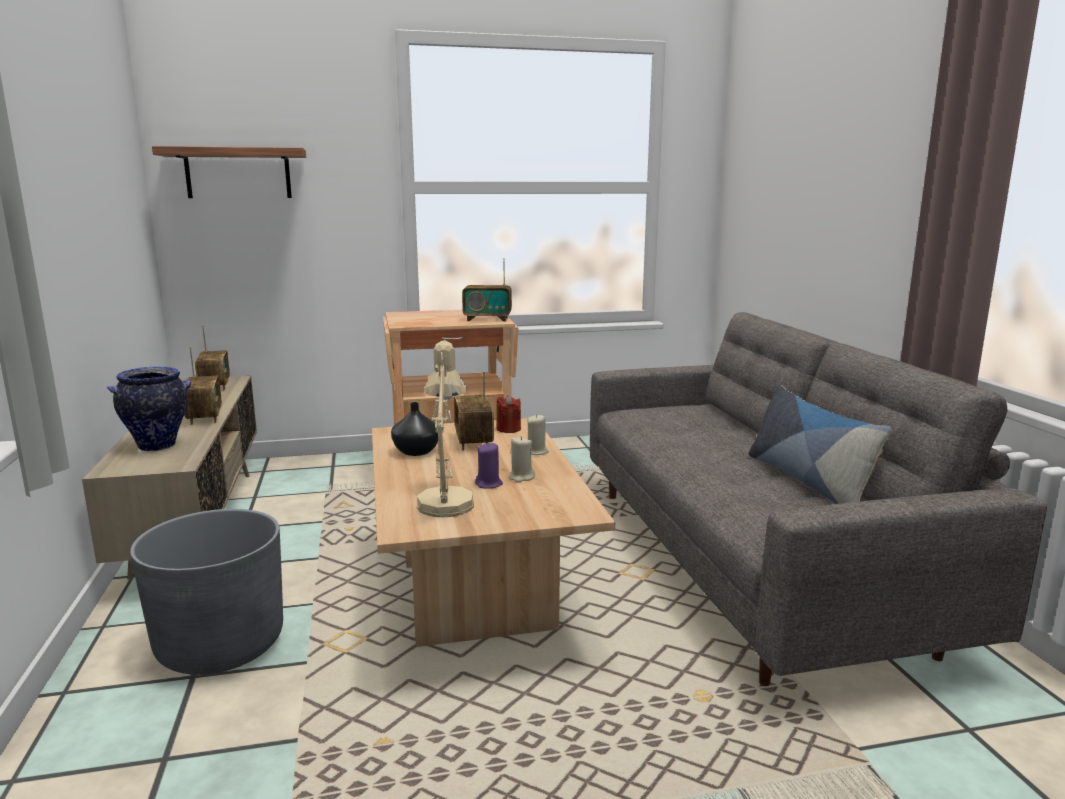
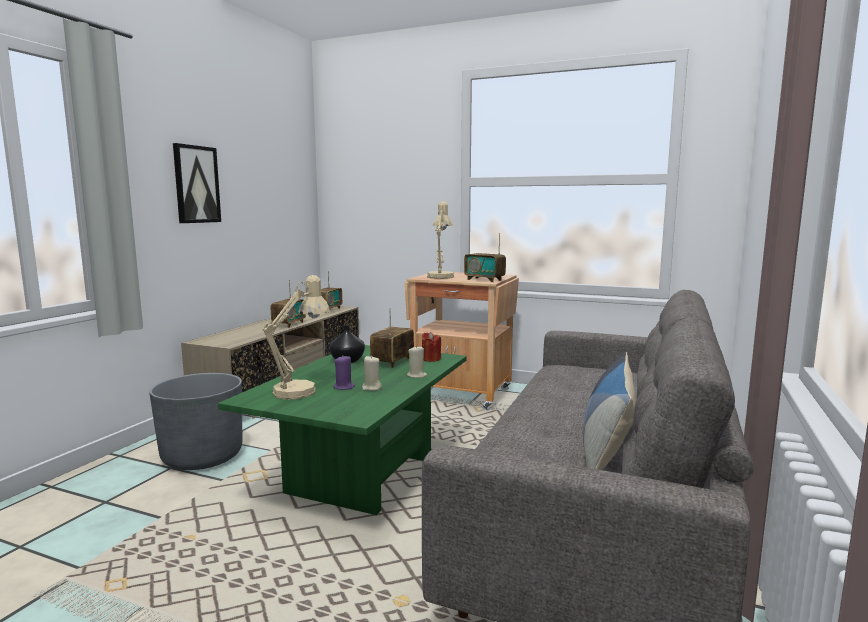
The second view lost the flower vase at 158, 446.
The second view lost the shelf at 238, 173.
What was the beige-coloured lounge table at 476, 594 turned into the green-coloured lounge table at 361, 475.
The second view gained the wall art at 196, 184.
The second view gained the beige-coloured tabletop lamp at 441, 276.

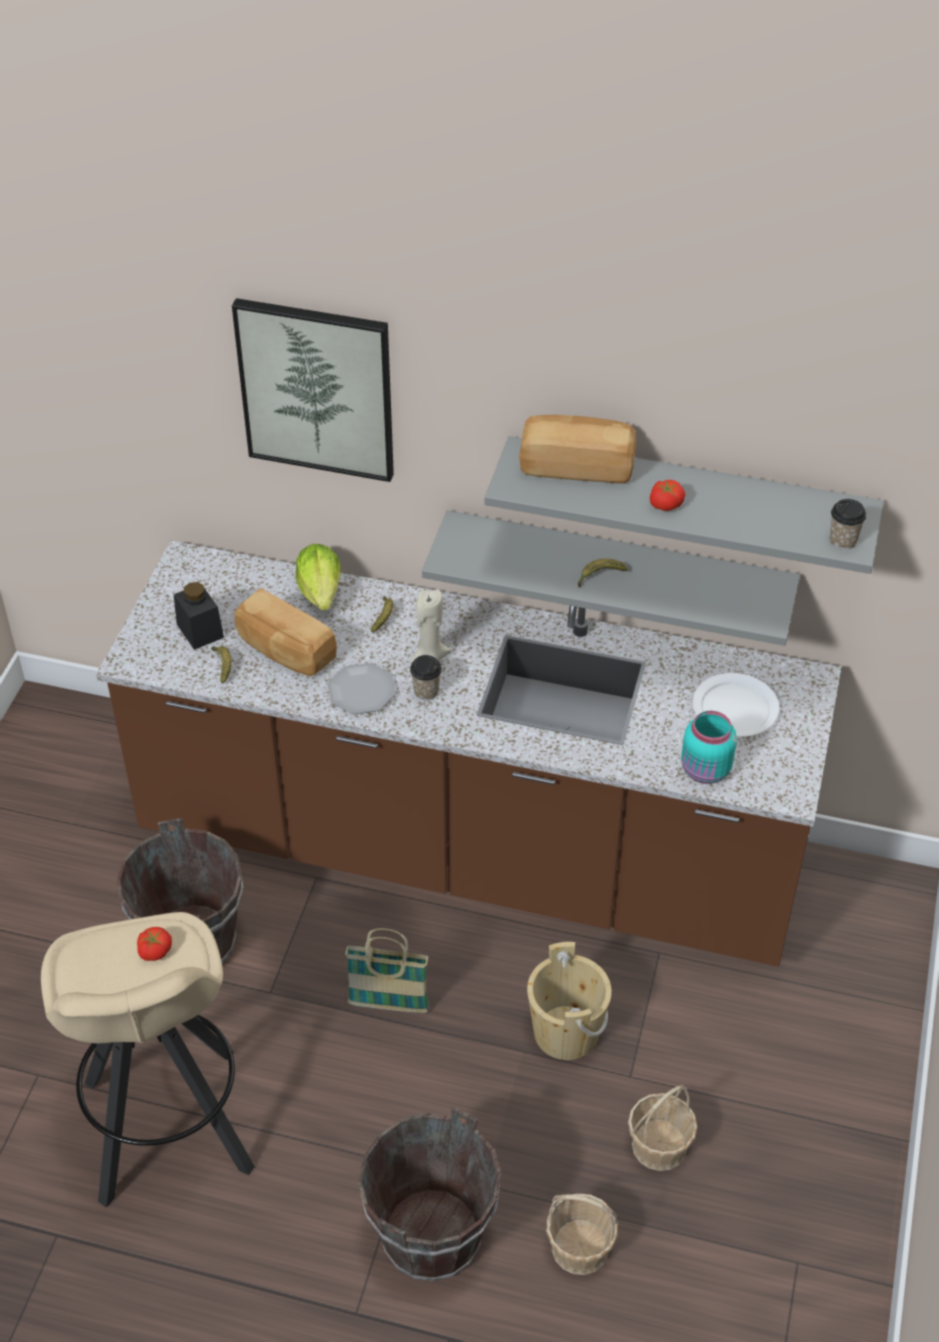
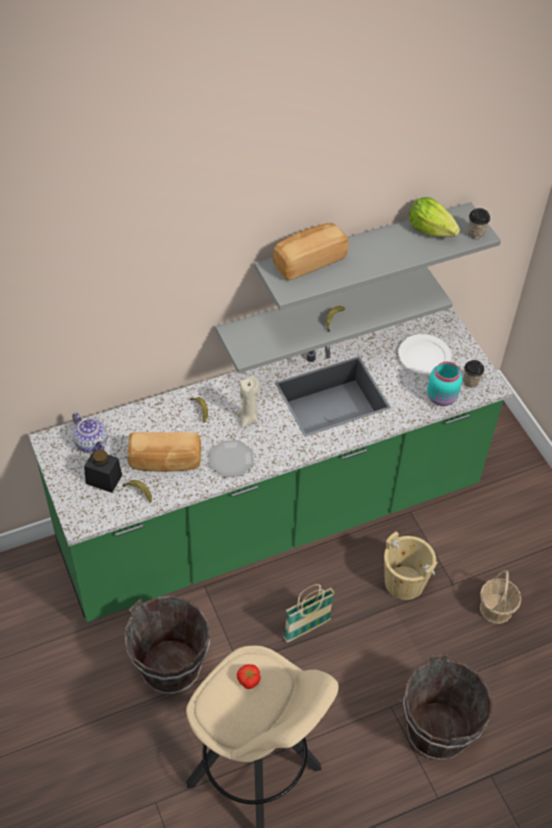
What was the brownish counter at 469, 852 turned into the green-coloured counter at 271, 519.
The second view lost the wall art at 317, 388.
The lettuce ended up elsewhere, having gone from 320, 592 to 430, 230.
The small cup ended up elsewhere, having gone from 426, 691 to 470, 382.
The second view lost the household basket at 580, 1248.
The second view lost the tomato at 665, 503.
The second view gained the tea pot at 91, 442.

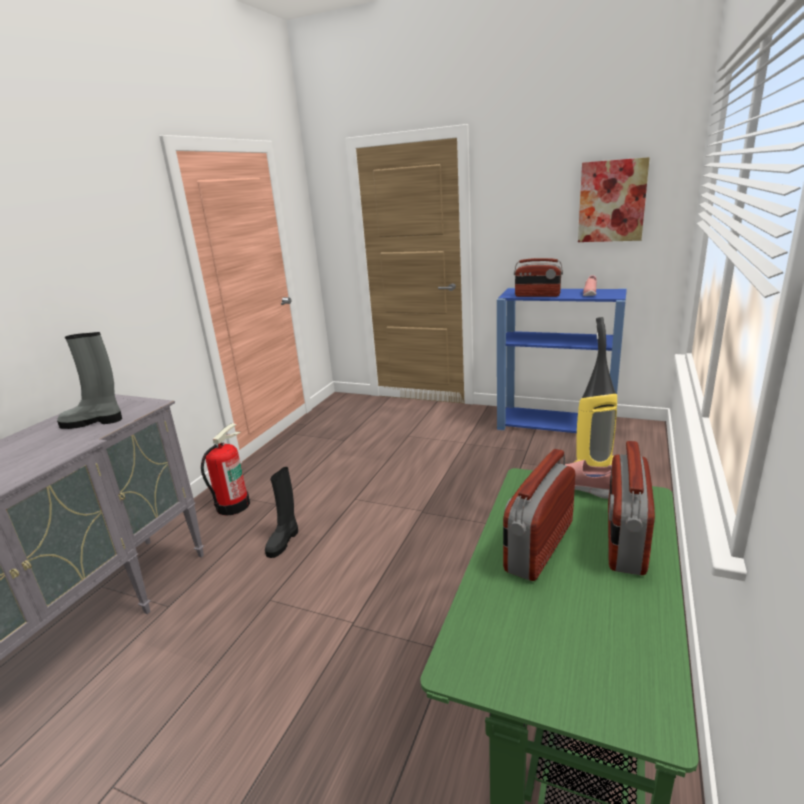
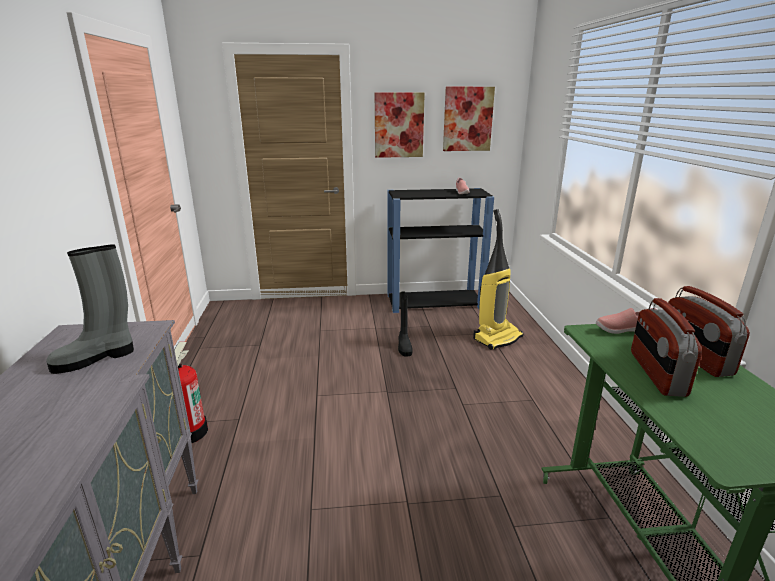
The black tall boot ended up elsewhere, having gone from 283, 541 to 404, 347.
What was the bluish bookshelf at 556, 424 turned into the black bookshelf at 435, 301.
The second view lost the radio receiver at 537, 295.
The second view gained the wall art at 399, 125.

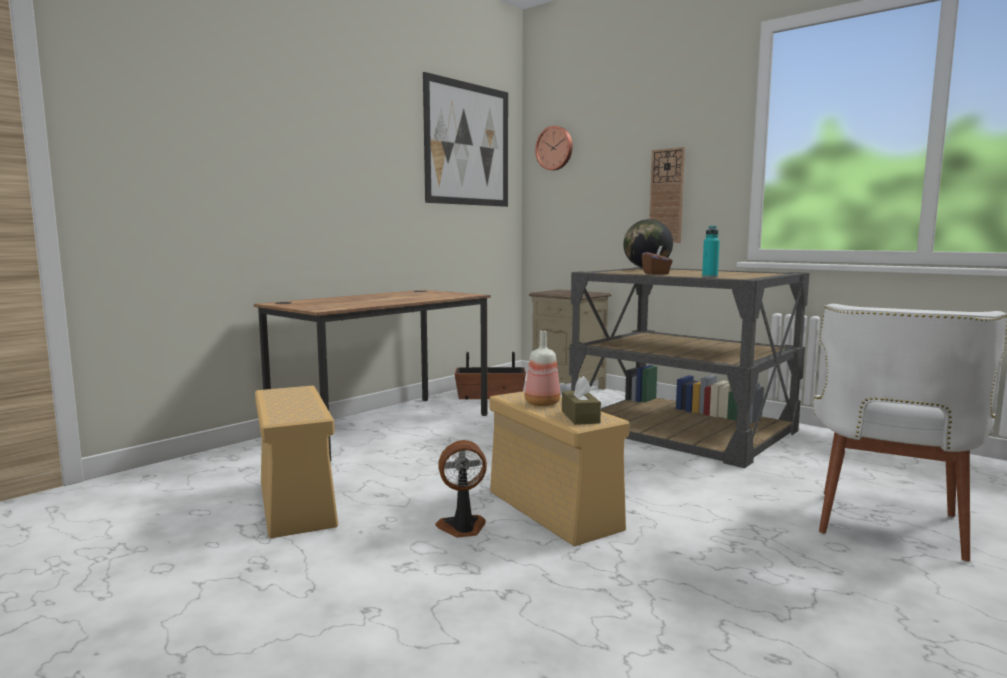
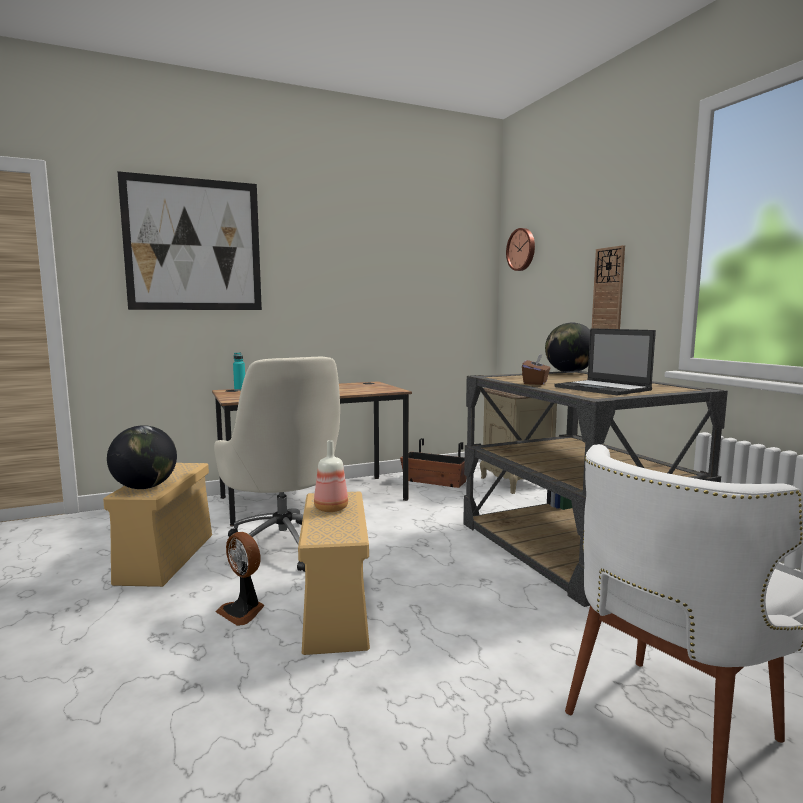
The wall art ended up elsewhere, having gone from 468, 144 to 194, 245.
The electric fan at 462, 528 ended up facing another way, 150 degrees counterclockwise from before.
The second view lost the brownish tissue box at 580, 417.
The turquoise-coloured drink bottle ended up elsewhere, having gone from 709, 277 to 240, 390.
The second view gained the globe at 145, 487.
The second view gained the beige-coloured desk chair at 283, 547.
The second view gained the laptop at 603, 388.

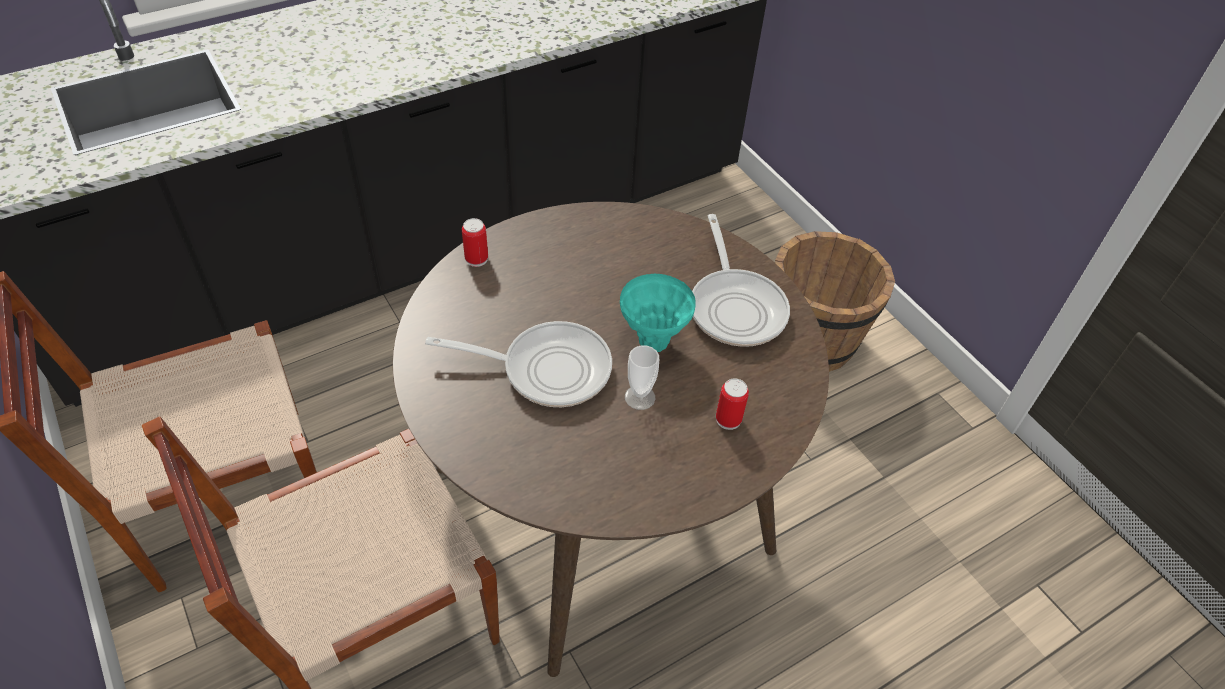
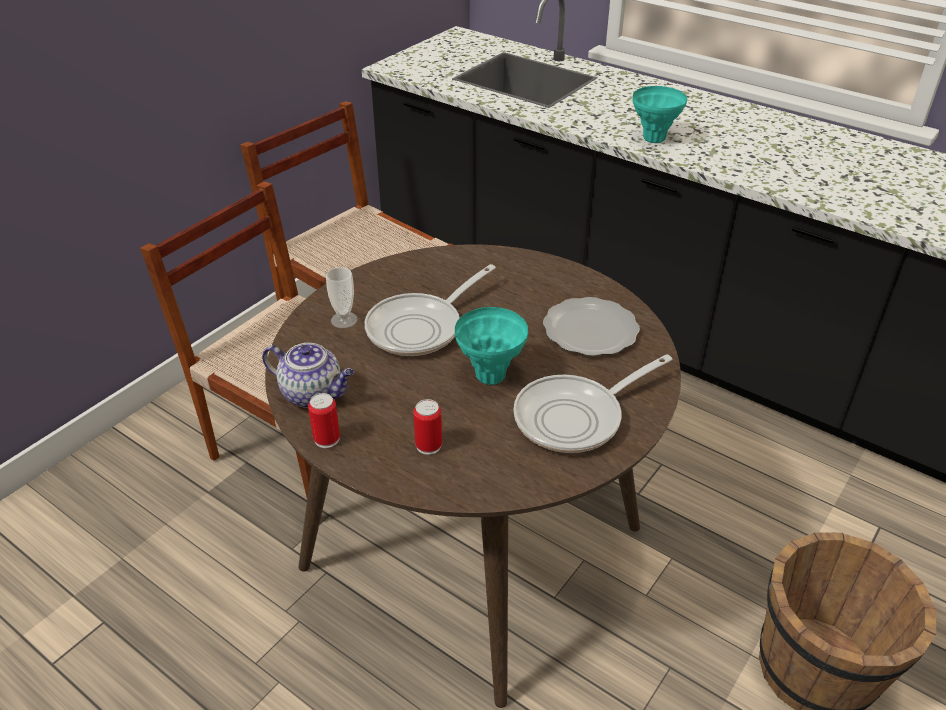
The frying pan at 547, 369 ended up facing another way, 60 degrees clockwise from before.
The sealed can ended up elsewhere, having gone from 476, 259 to 327, 439.
The small cup ended up elsewhere, having gone from 640, 397 to 344, 320.
The second view gained the tea pot at 313, 394.
The second view gained the flat dish at 590, 331.
The second view gained the turquoise-coloured flower vase at 653, 139.

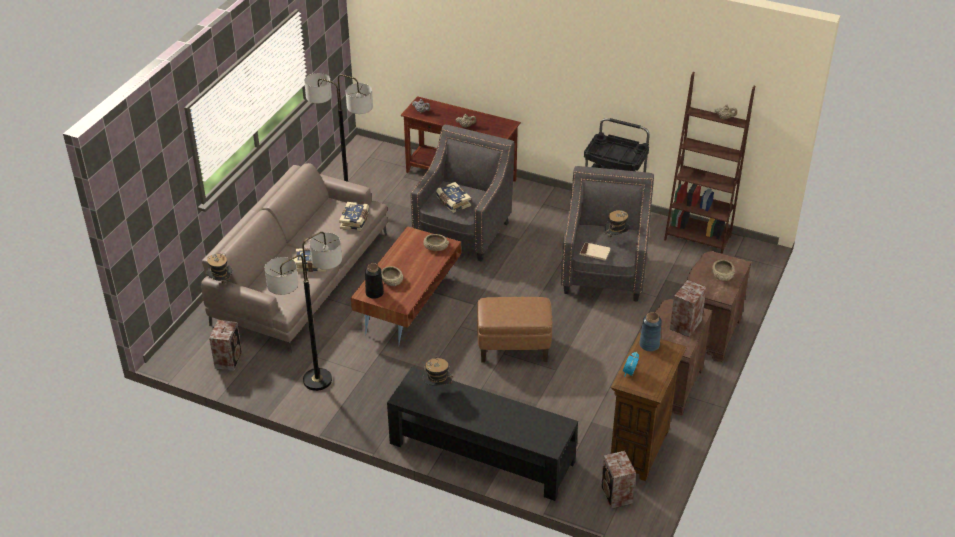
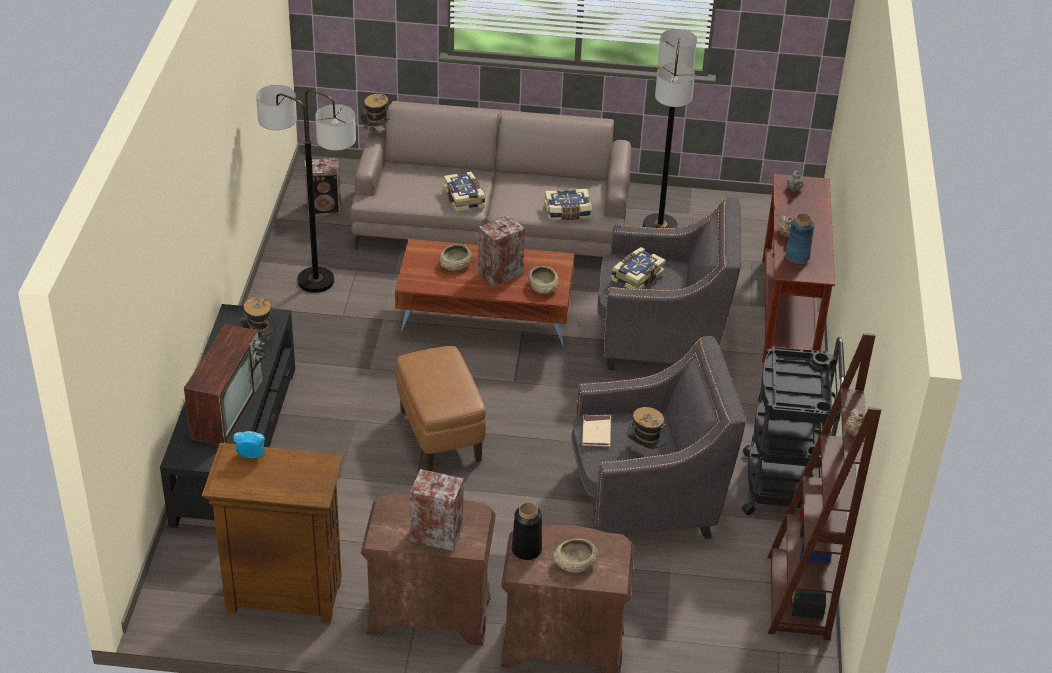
The black flower vase ended up elsewhere, having gone from 374, 293 to 526, 549.
The loudspeaker ended up elsewhere, having gone from 616, 496 to 499, 273.
The bluish flower vase ended up elsewhere, having gone from 649, 345 to 797, 257.
The second view gained the television at 227, 407.

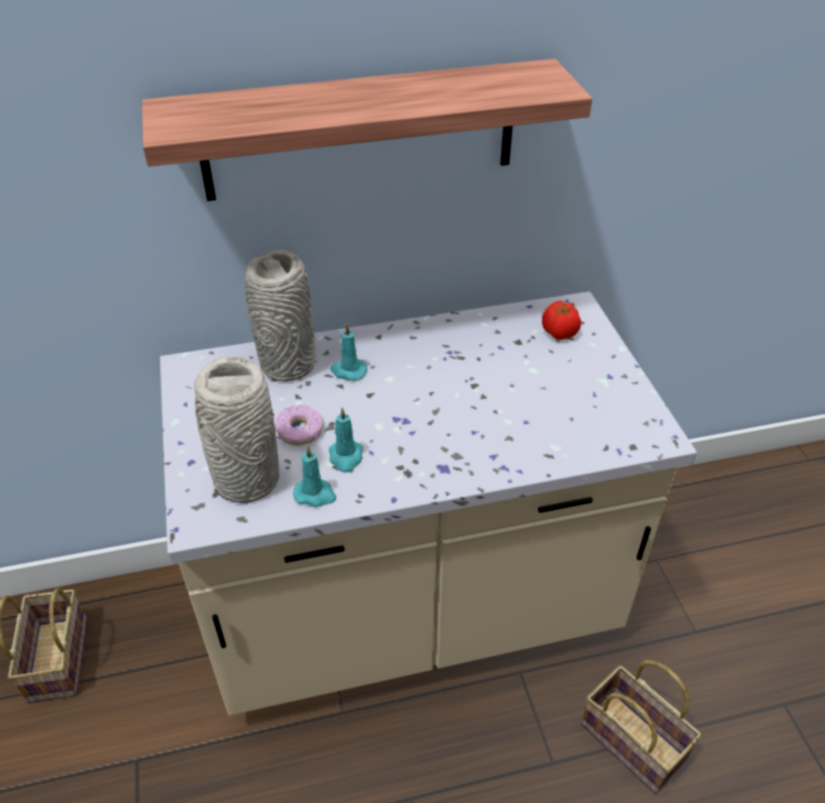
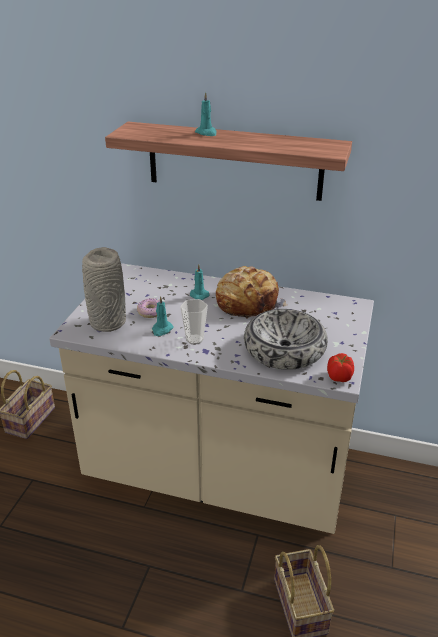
The second view lost the grey flower vase at 288, 363.
The turquoise-coloured candle ended up elsewhere, having gone from 315, 494 to 206, 133.
The tomato ended up elsewhere, having gone from 559, 333 to 339, 377.
The second view gained the small cup at 194, 339.
The second view gained the bakery bread at 247, 302.
The second view gained the serving bowl at 284, 349.

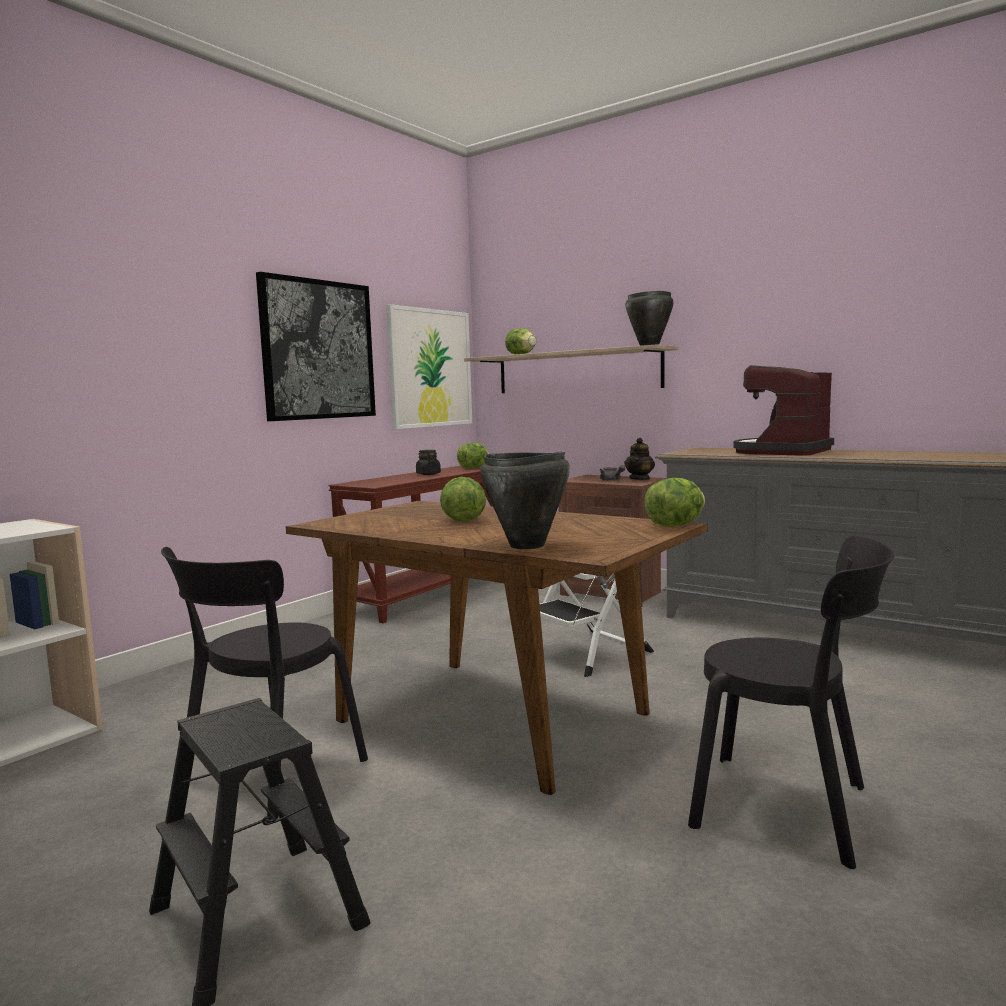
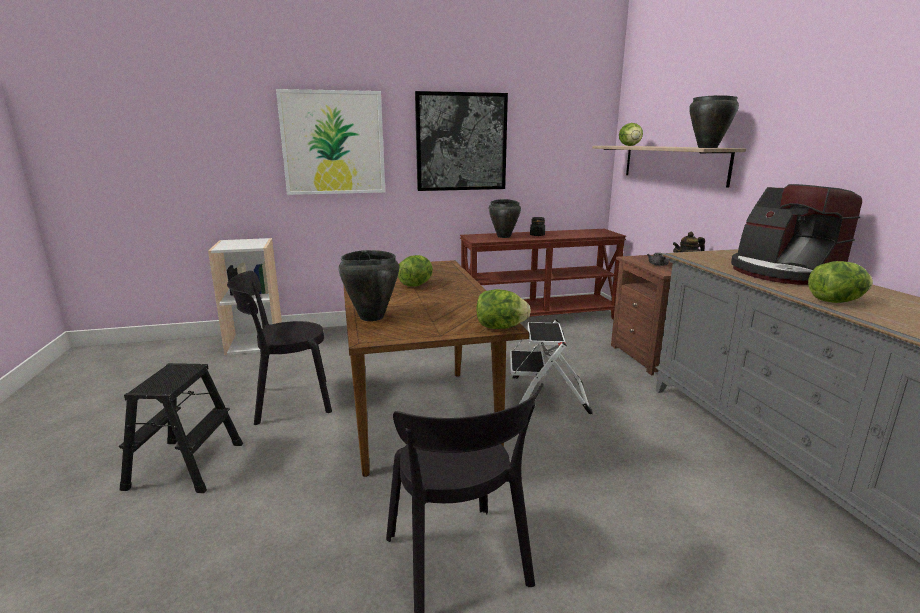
The wall art ended up elsewhere, having gone from 430, 368 to 333, 143.
The lettuce ended up elsewhere, having gone from 473, 468 to 835, 301.
The coffee maker at 782, 452 ended up facing another way, 105 degrees counterclockwise from before.
The second view gained the black cooking pot at 504, 236.

